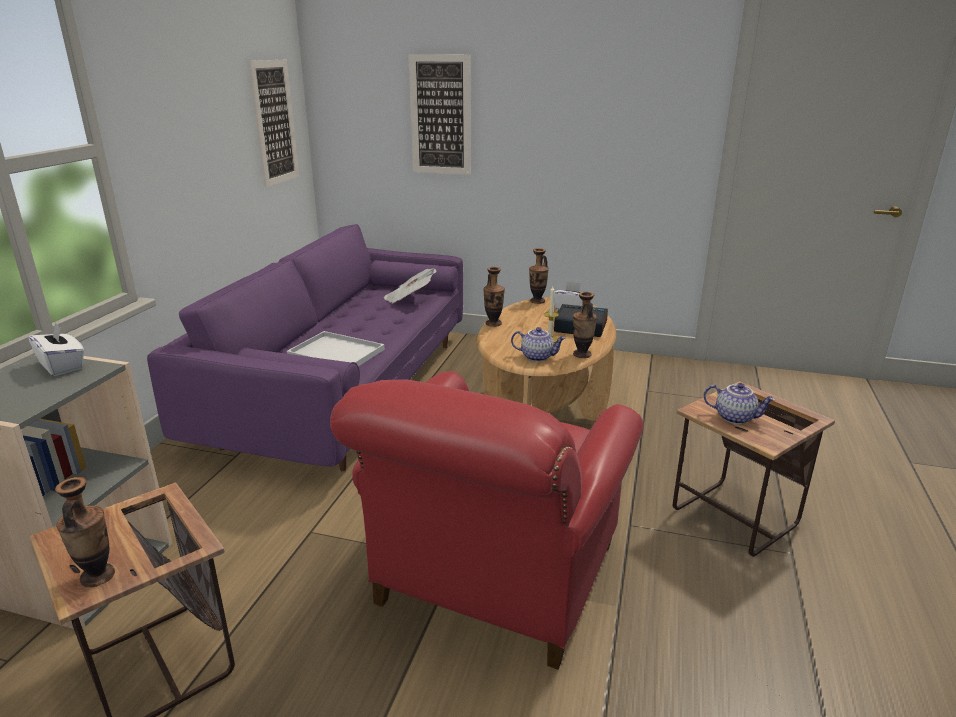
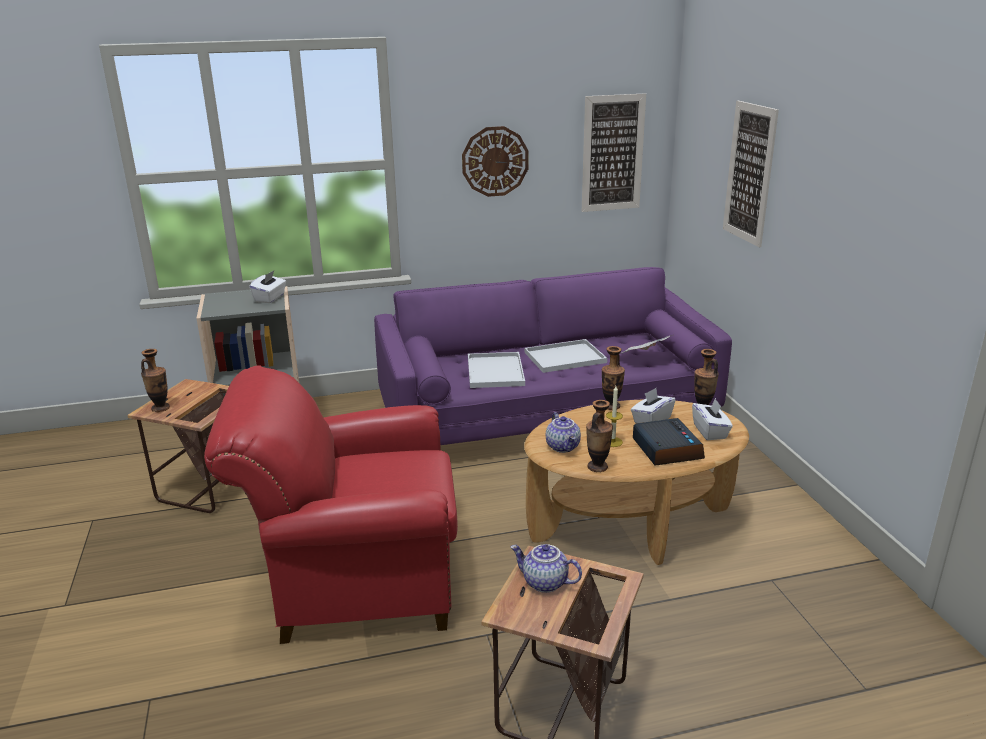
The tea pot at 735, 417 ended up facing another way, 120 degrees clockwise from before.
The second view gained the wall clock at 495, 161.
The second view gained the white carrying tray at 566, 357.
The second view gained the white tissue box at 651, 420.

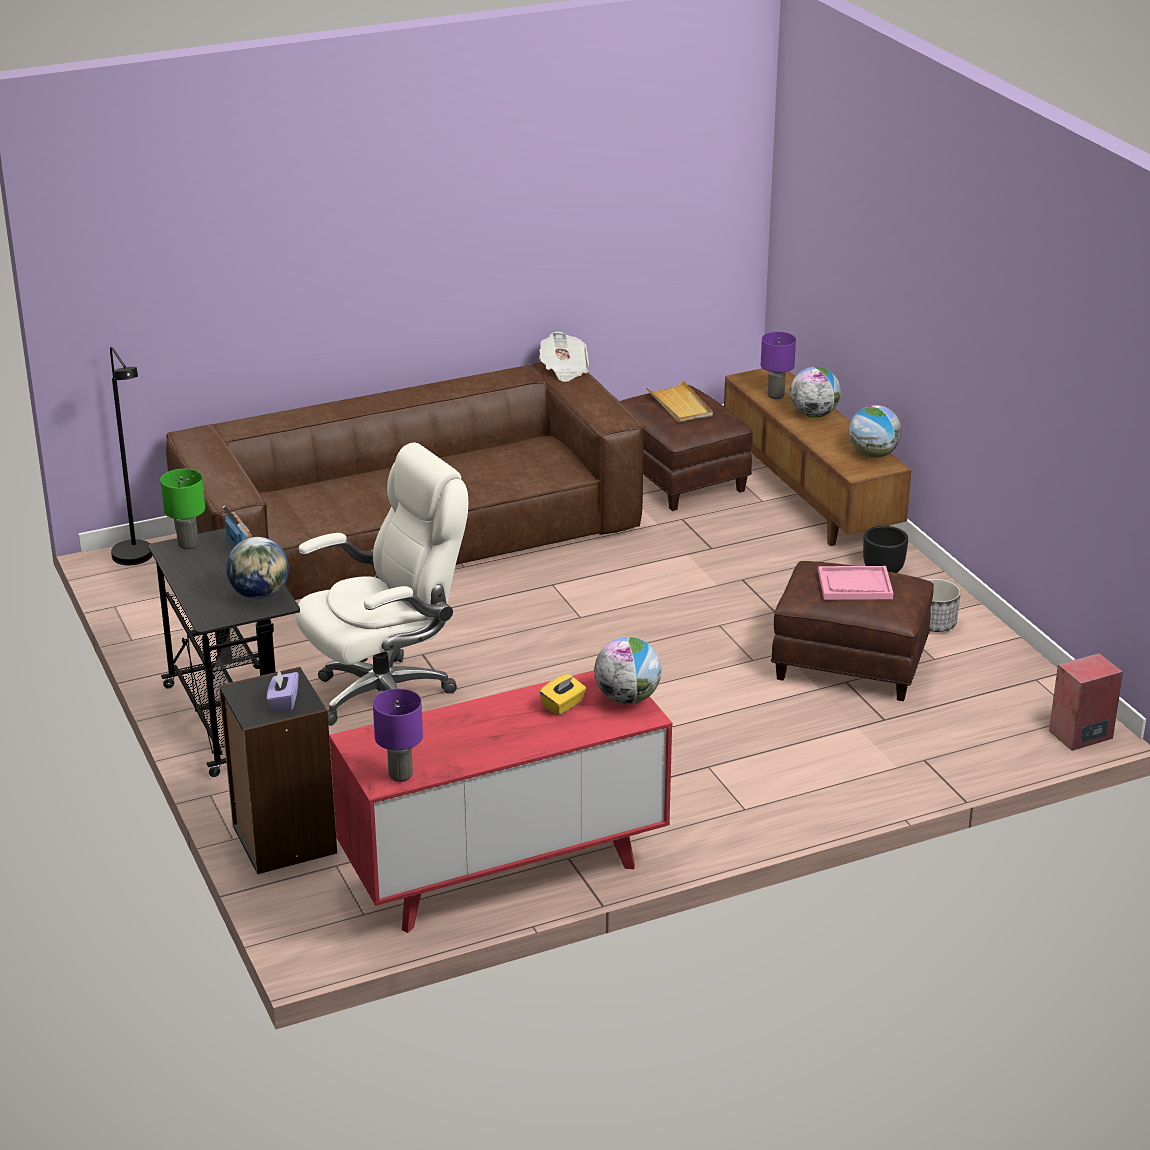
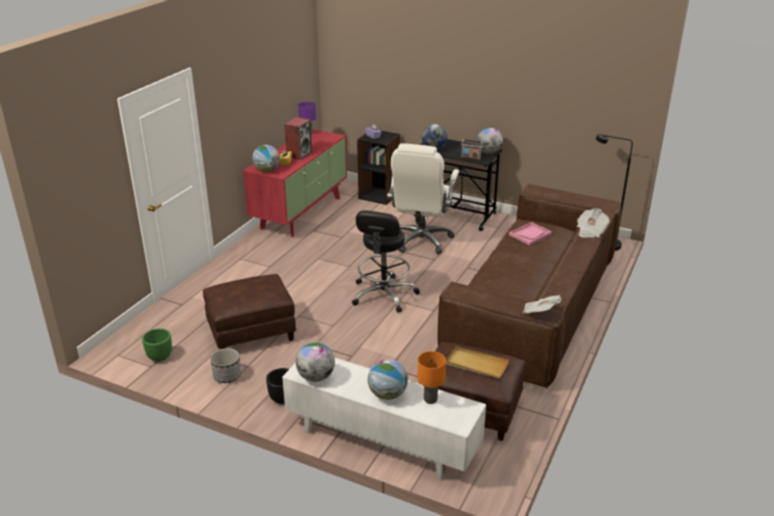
Where the green-coloured tabletop lamp stood at 189, 545, the globe came to stand at 488, 152.
What was the brownish tv stand at 811, 495 turned into the white tv stand at 380, 439.
What was the purple tabletop lamp at 776, 396 turned into the orangey tabletop lamp at 430, 400.
The pinkish carrying tray ended up elsewhere, having gone from 854, 585 to 530, 234.
The loudspeaker ended up elsewhere, having gone from 1080, 735 to 299, 154.
The second view gained the green-coloured planter at 160, 357.
The second view gained the black stool at 383, 295.
The second view gained the newspaper at 590, 231.

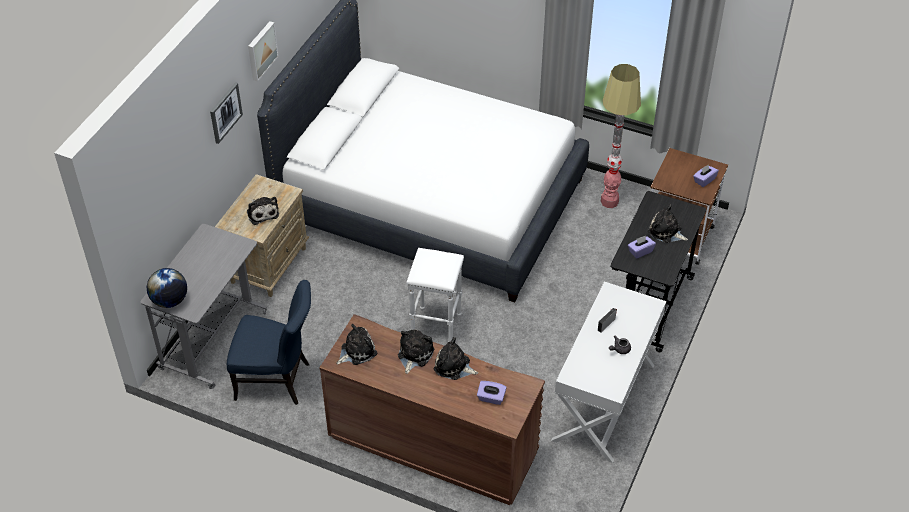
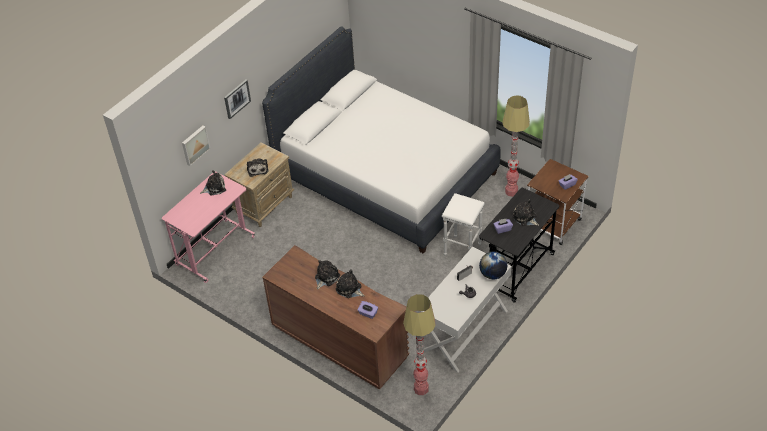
What was the grey desk at 214, 340 turned into the pinkish desk at 215, 250.
The globe ended up elsewhere, having gone from 170, 301 to 492, 274.
The second view lost the bluish chair at 277, 380.
The wall art ended up elsewhere, having gone from 261, 50 to 195, 145.
The soft toy ended up elsewhere, having gone from 356, 351 to 214, 187.
The white stool ended up elsewhere, having gone from 435, 325 to 462, 248.
The second view gained the standing lamp at 421, 389.

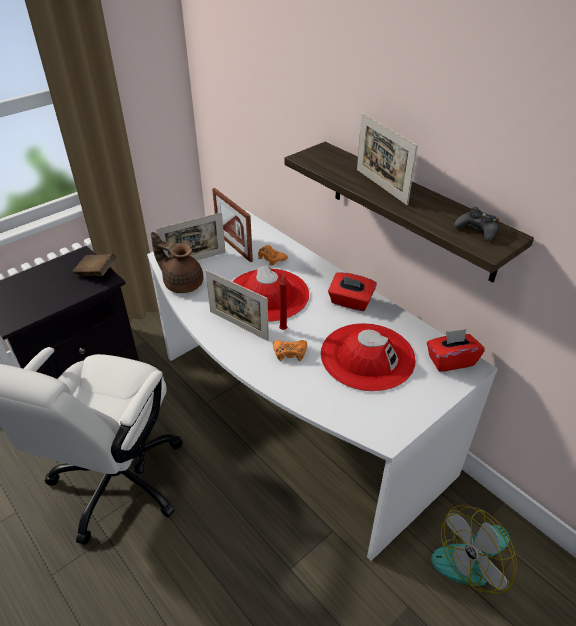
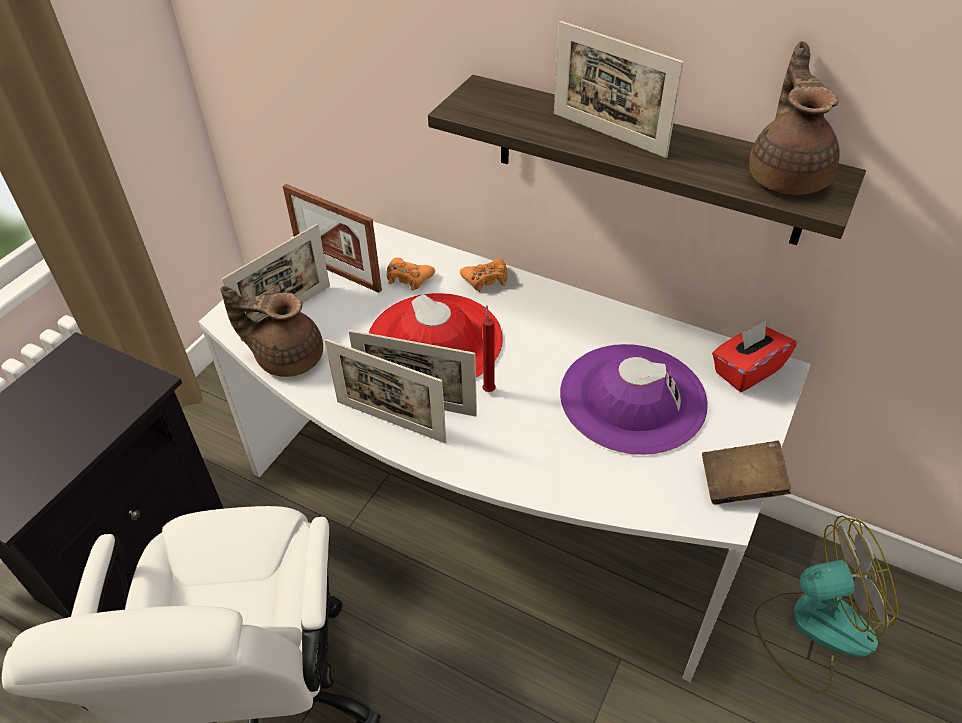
The brownish bound book ended up elsewhere, having gone from 96, 273 to 740, 485.
The orangey joypad ended up elsewhere, having gone from 290, 353 to 486, 279.
What was the red-coloured clothing hat at 367, 356 turned into the purple clothing hat at 632, 398.
The second view lost the red-coloured tissue box at 350, 302.
The electric fan at 472, 558 ended up facing another way, 135 degrees counterclockwise from before.
Where the black joypad stood at 477, 230, the brownish tea pot came to stand at 787, 176.
The second view gained the picture frame at 390, 421.

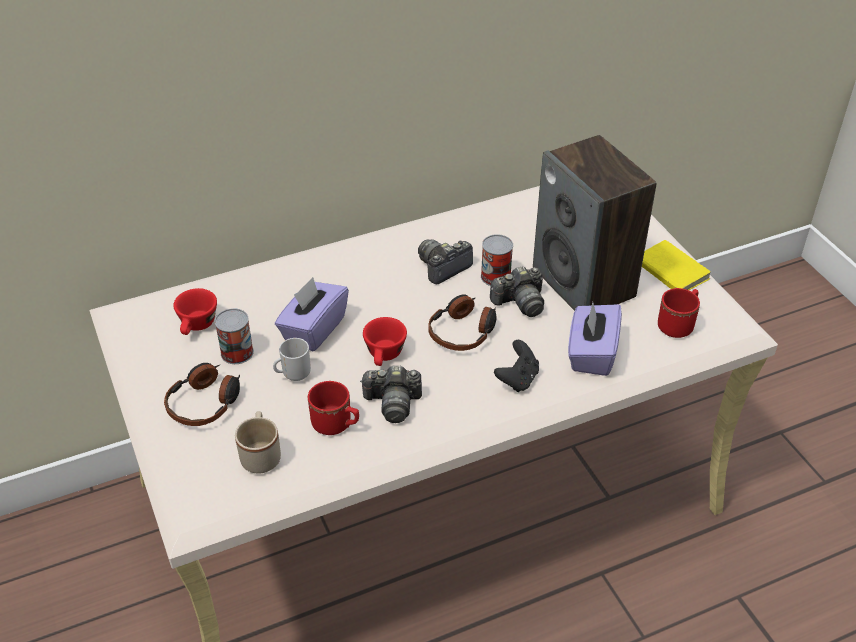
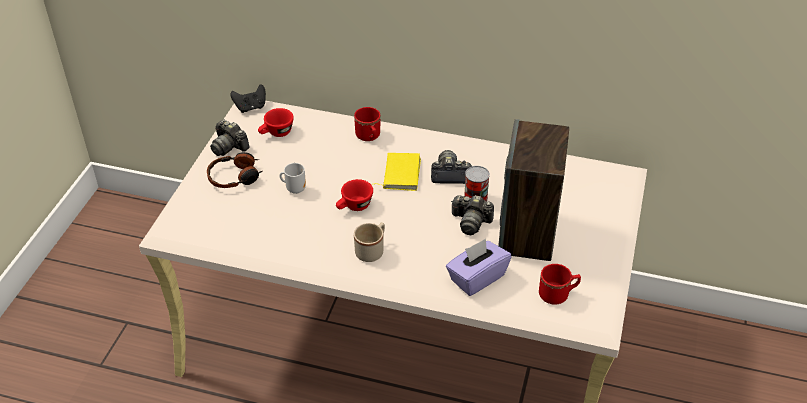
The second view lost the sealed can at 237, 352.
The beige-coloured mug ended up elsewhere, having gone from 261, 454 to 372, 250.
The second view lost the purple tissue box at 313, 329.
The red-coloured mug ended up elsewhere, having gone from 336, 425 to 369, 137.
The photo camera ended up elsewhere, having gone from 393, 403 to 229, 146.
The second view lost the pair of headphones at 463, 331.
The black joypad ended up elsewhere, having gone from 517, 379 to 251, 107.
The yellow bound book ended up elsewhere, having gone from 669, 271 to 400, 173.

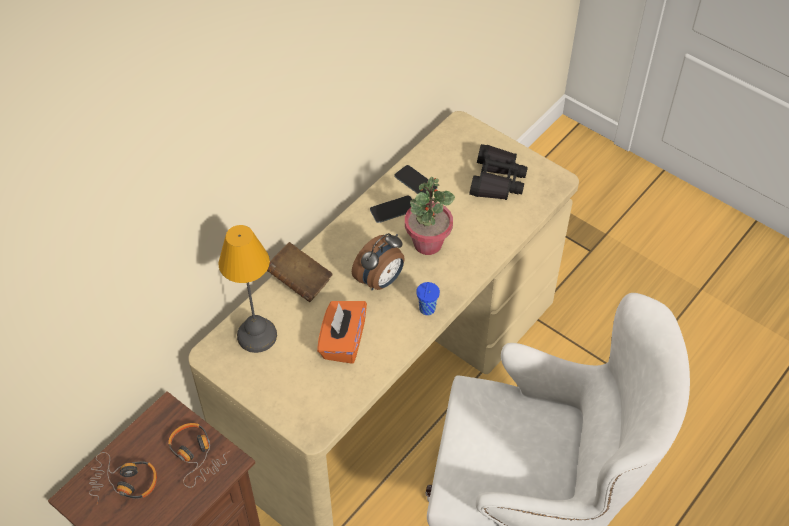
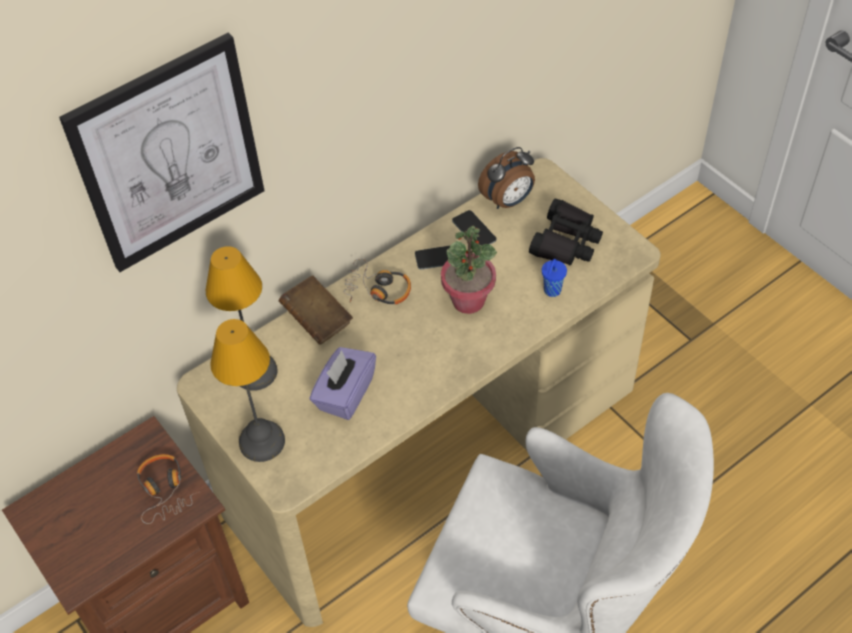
The pair of headphones ended up elsewhere, having gone from 124, 482 to 378, 290.
What was the orangey tissue box at 343, 342 turned into the purple tissue box at 345, 394.
The alarm clock ended up elsewhere, having gone from 380, 281 to 508, 201.
The bluish small cup ended up elsewhere, having gone from 427, 310 to 552, 291.
The second view gained the wall art at 169, 155.
The second view gained the tabletop lamp at 263, 441.

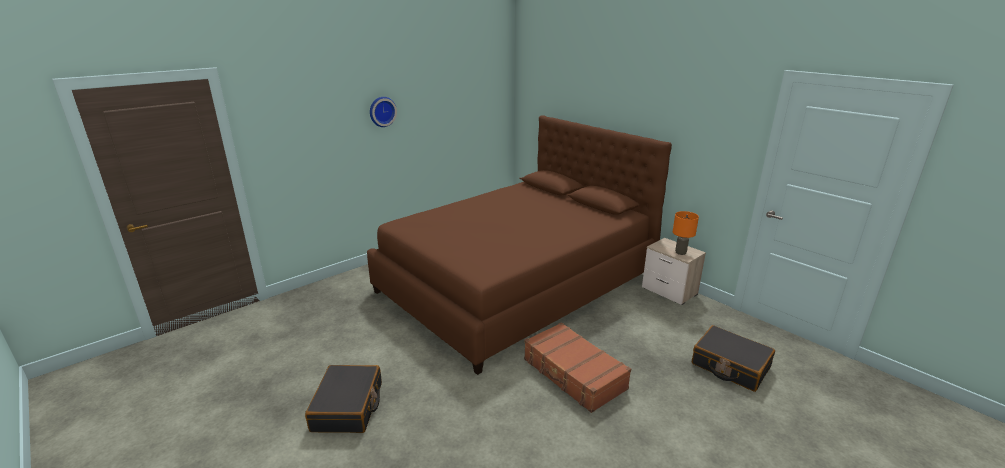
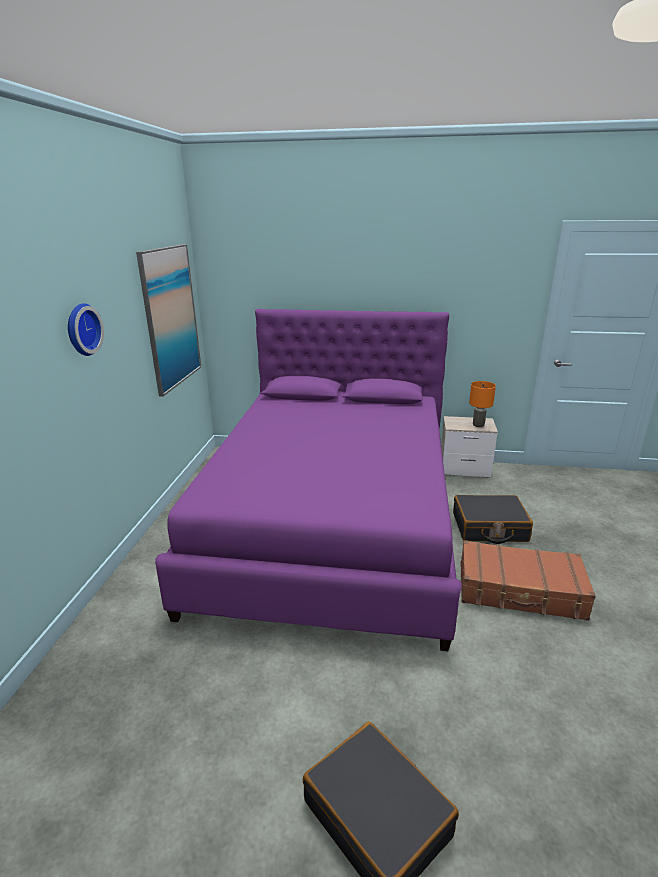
What was the brownish bedroom bed at 517, 283 turned into the purple bedroom bed at 333, 522.
The black travel case ended up elsewhere, having gone from 730, 366 to 489, 528.
The second view gained the wall art at 171, 317.

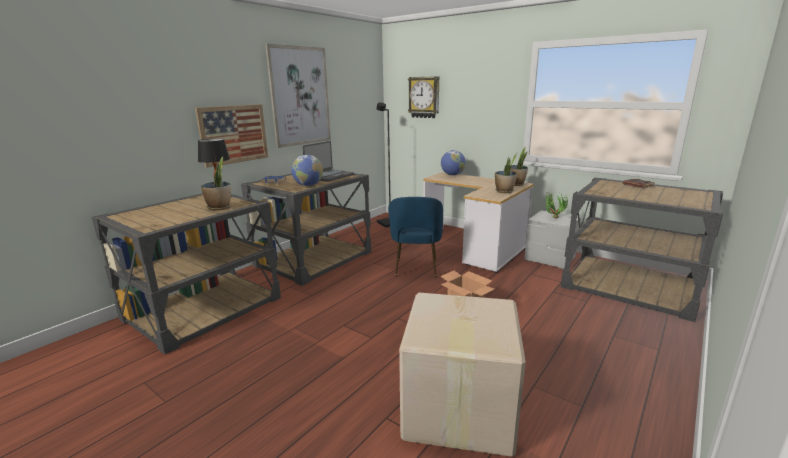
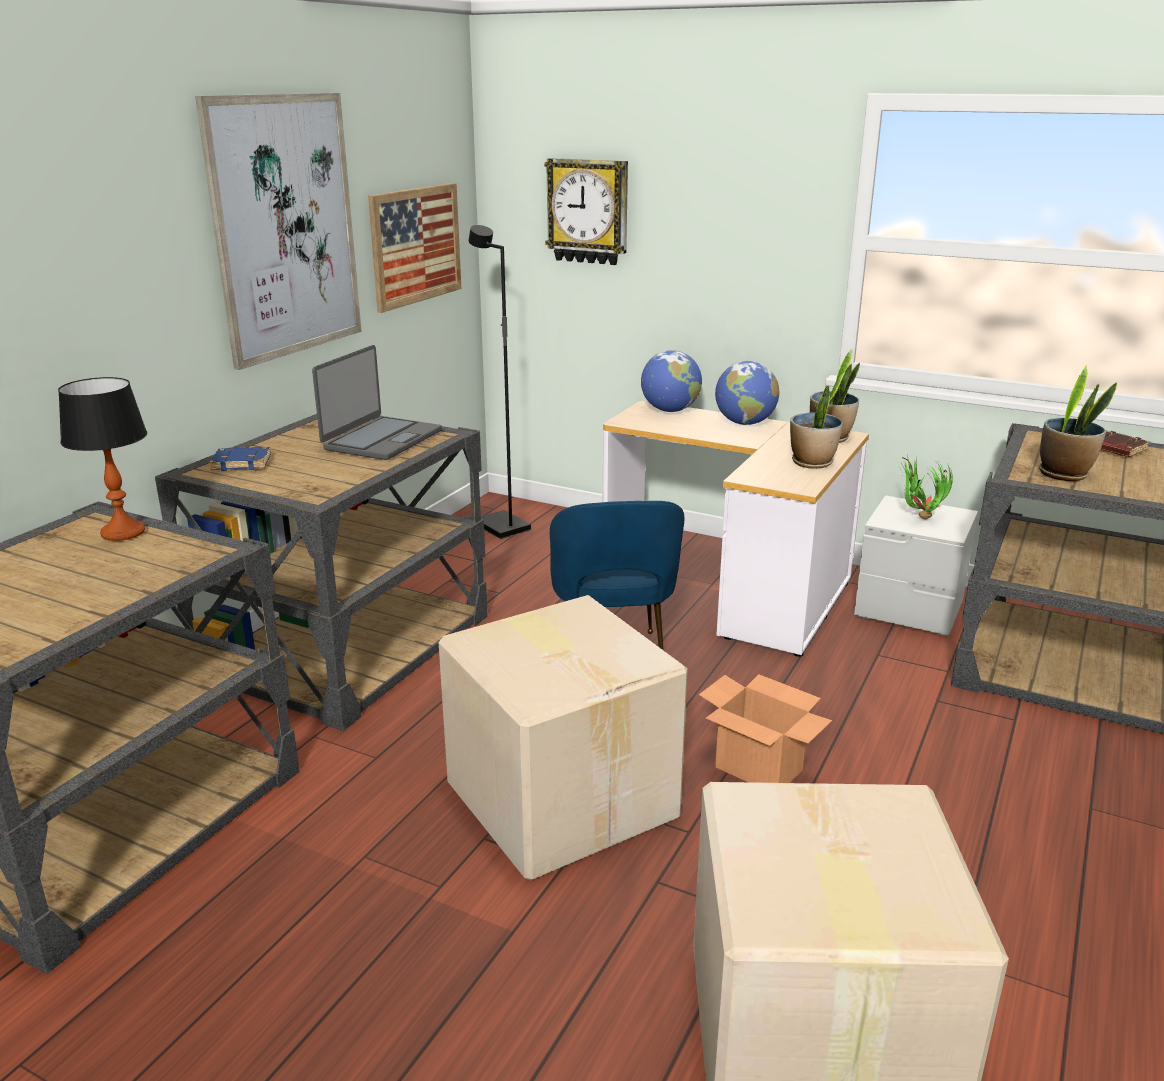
The wall art ended up elsewhere, having gone from 234, 134 to 416, 245.
The houseplant ended up elsewhere, having gone from 219, 207 to 1064, 474.
The globe ended up elsewhere, having gone from 308, 185 to 745, 423.
The second view gained the packing box at 562, 798.

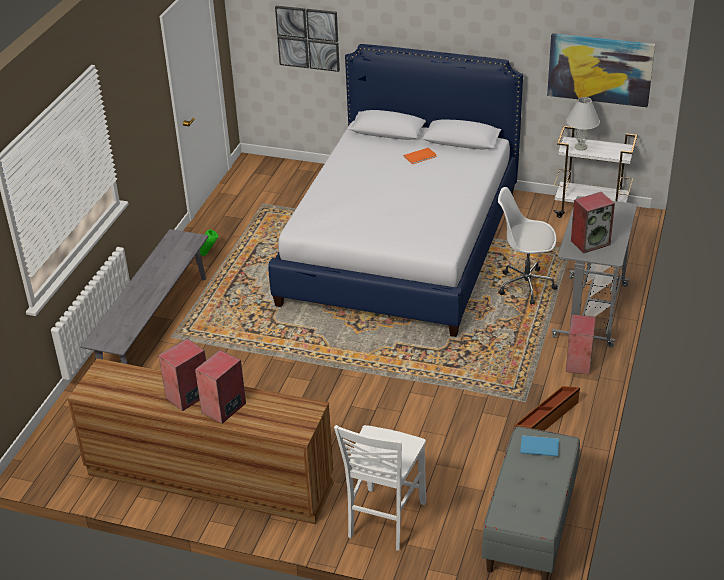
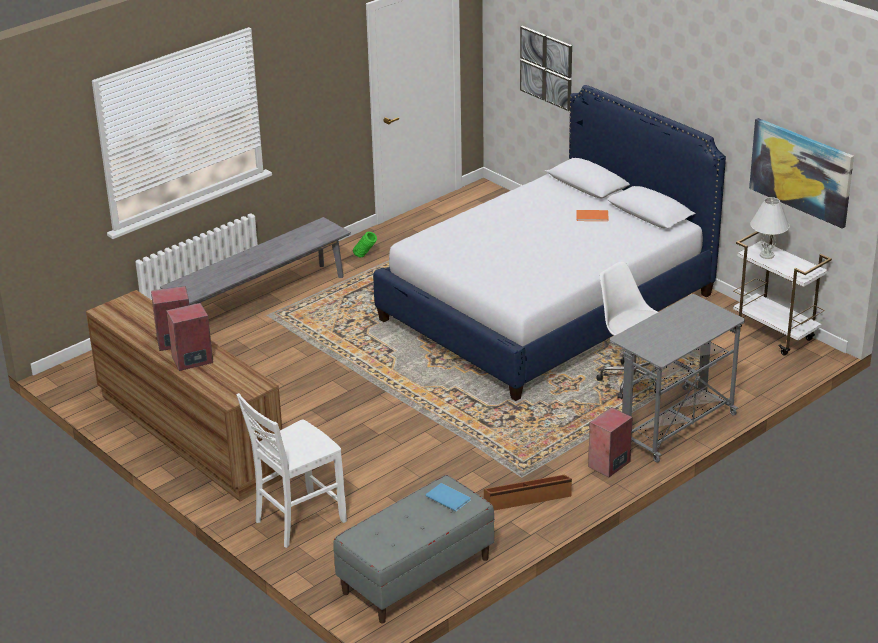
The second view lost the loudspeaker at 590, 242.

